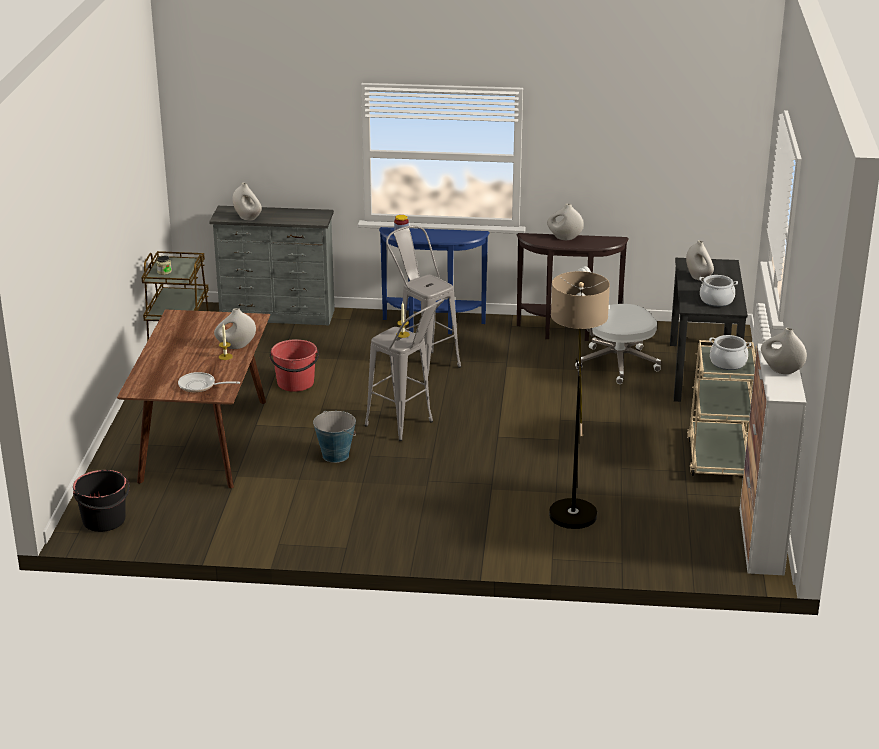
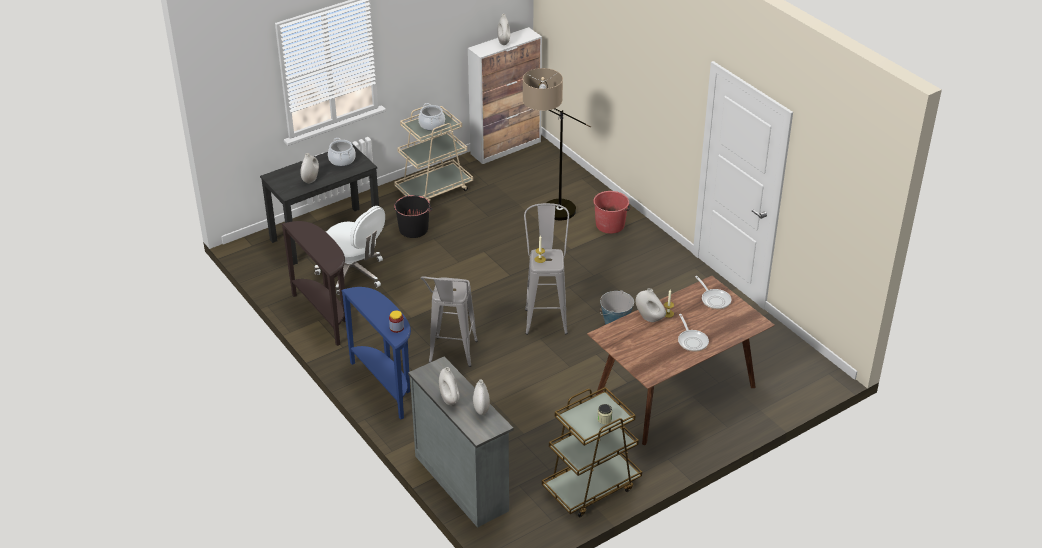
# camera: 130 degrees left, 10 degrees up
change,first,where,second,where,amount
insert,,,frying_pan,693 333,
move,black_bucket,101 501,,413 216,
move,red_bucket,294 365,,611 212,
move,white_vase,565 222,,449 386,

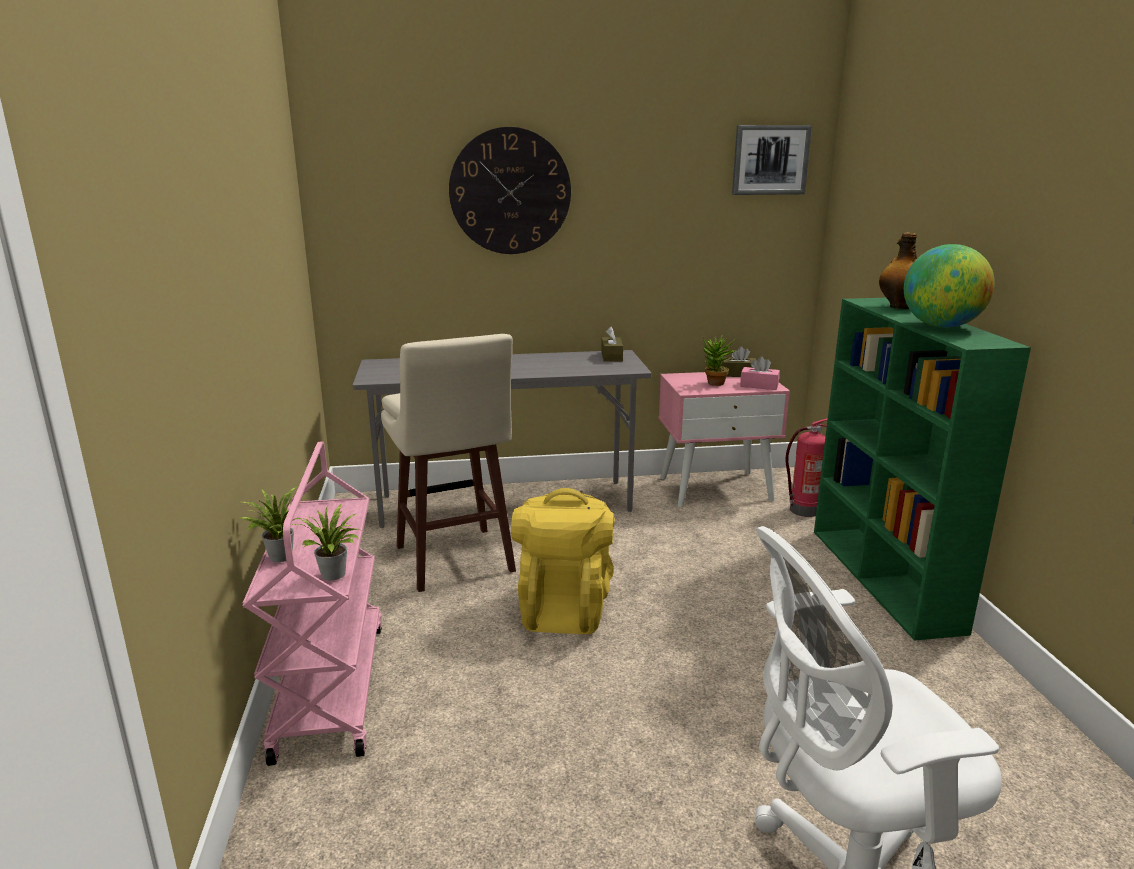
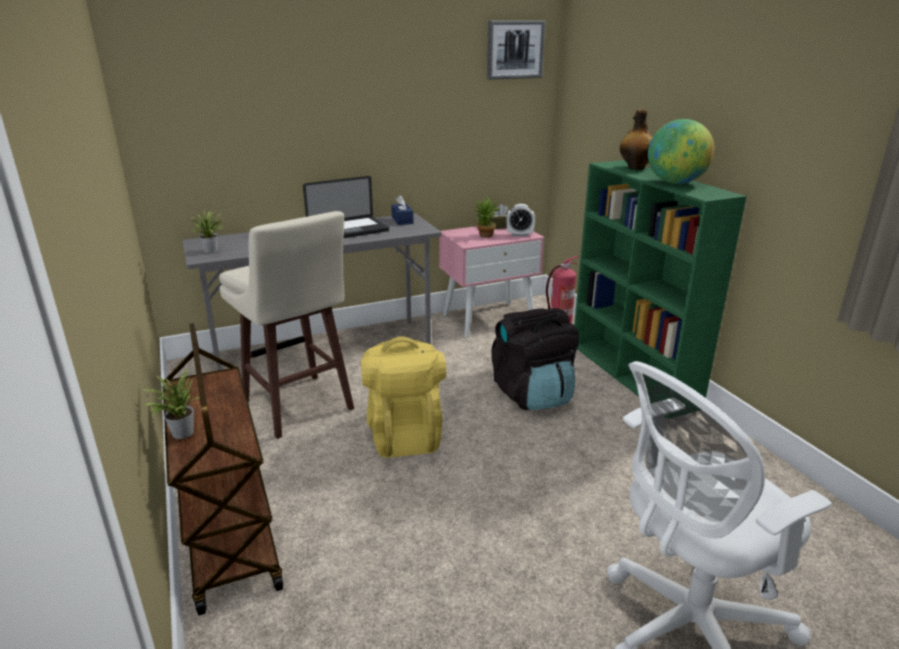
# camera: 15 degrees left, 5 degrees up
change,first,where,second,where,amount
delete,wall_clock,510 190,,,
insert,,,laptop,346 207,
insert,,,black_backpack,535 359,
move,potted_plant,325 542,,208 231,
replace,pink_tissue_box,760 373,alarm_clock,520 220,
recolor,pink_cart,312 603,brown_cart,223 469,
recolor,brown_tissue_box,612 344,blue_tissue_box,402 210,

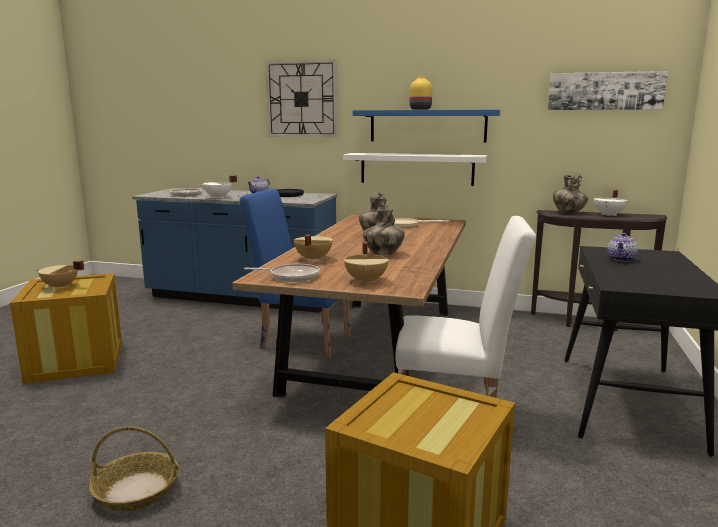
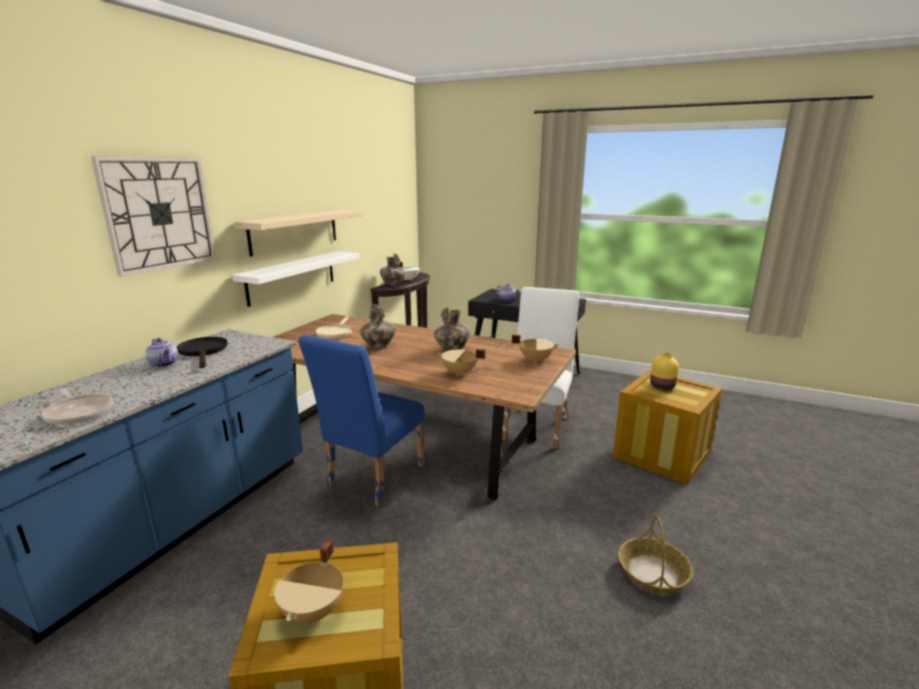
# camera: 80 degrees left, 5 degrees up
change,first,where,second,where,amount
delete,white_cooking_pot,218 186,,,
delete,frying_pan,282 273,,,
delete,picture,608 90,,,
move,yellow_vase,421 93,,664 371,
recolor,blue_shelf,427 126,beige_shelf,298 233,

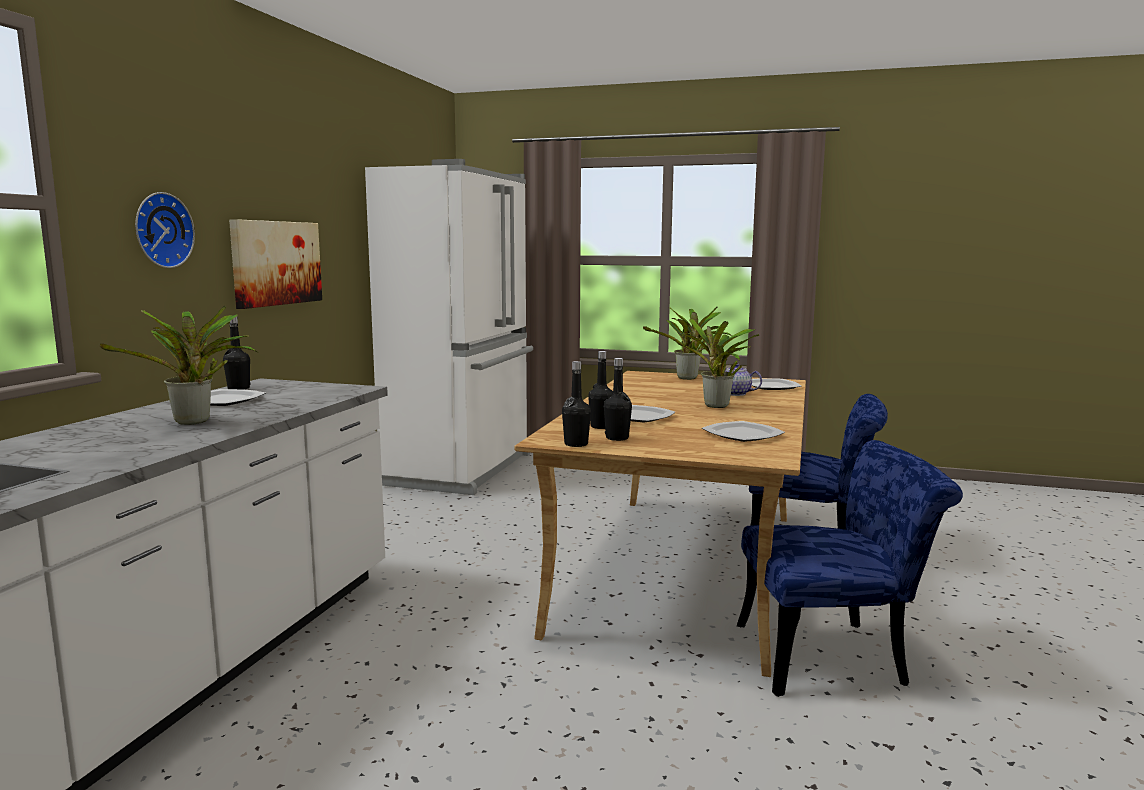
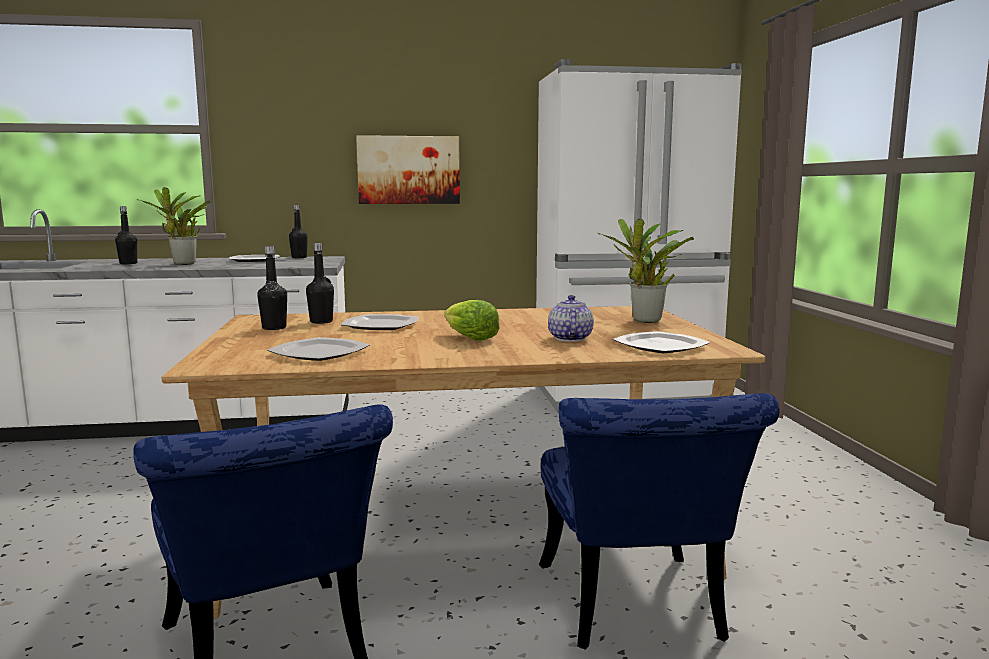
# camera: 65 degrees right, 0 degrees up
change,first,where,second,where,amount
delete,wall_clock,165 230,,,
move,black_bottle,576 404,,126 235,
replace,potted_plant,717 363,lettuce,472 320,

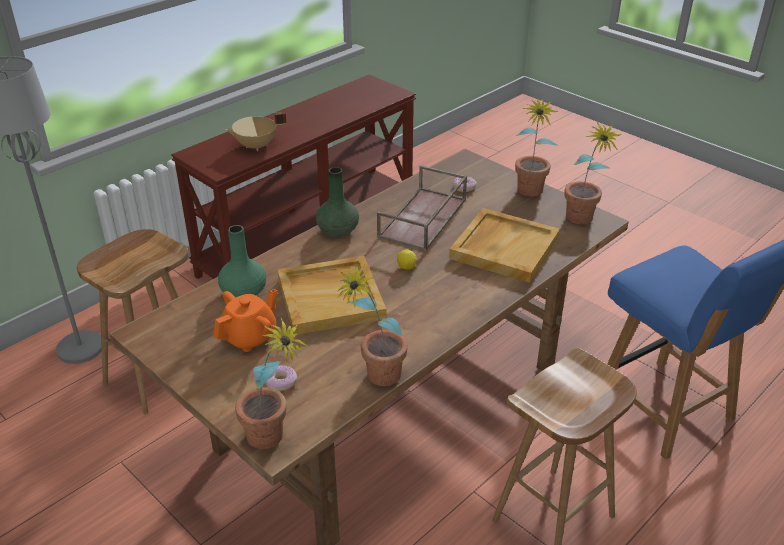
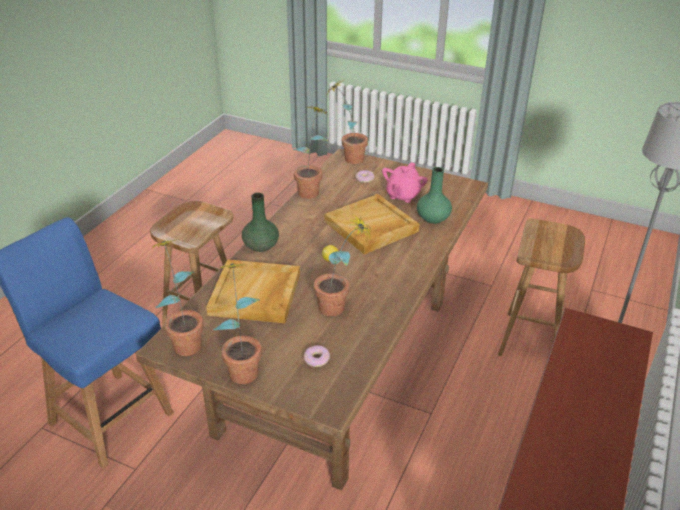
# camera: 160 degrees right, 0 degrees up
change,first,where,second,where,amount
delete,beige_cooking_pot,256 131,,,
move,green_vase,337 202,,260 222,
replace,brown_tray,422 208,potted_plant,342 265,
recolor,orange_teapot,245 320,pink_teapot,404 182,

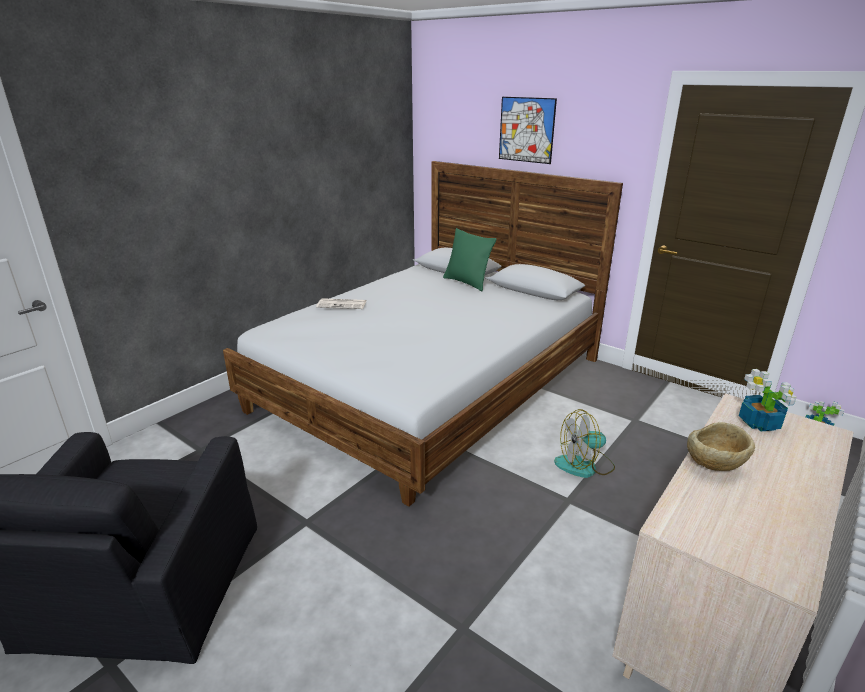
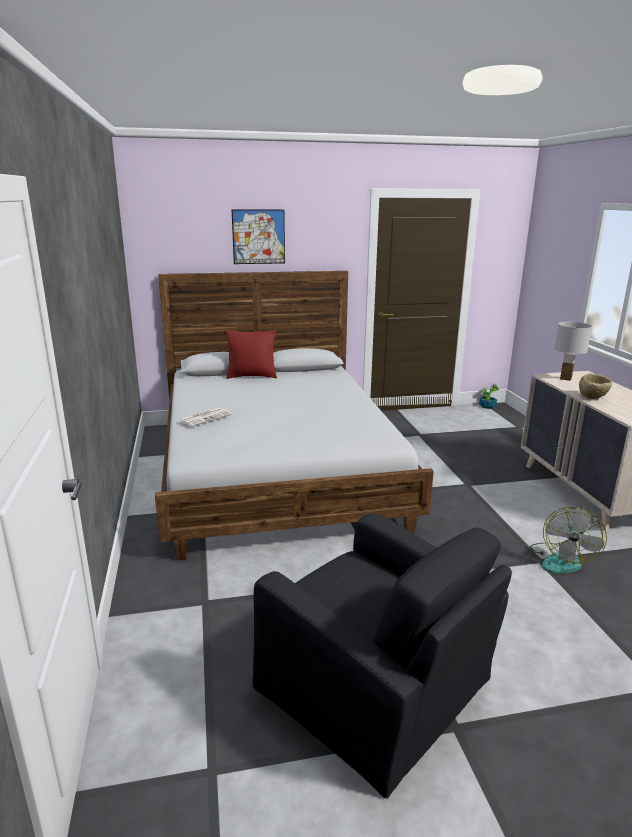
# camera: 50 degrees left, 5 degrees down
change,first,where,second,where,amount
move,fan,584 443,,568 540,
replace,potted_plant,768 400,white_table_lamp,573 351,
recolor,green_pillow,469 259,red_pillow,251 354,

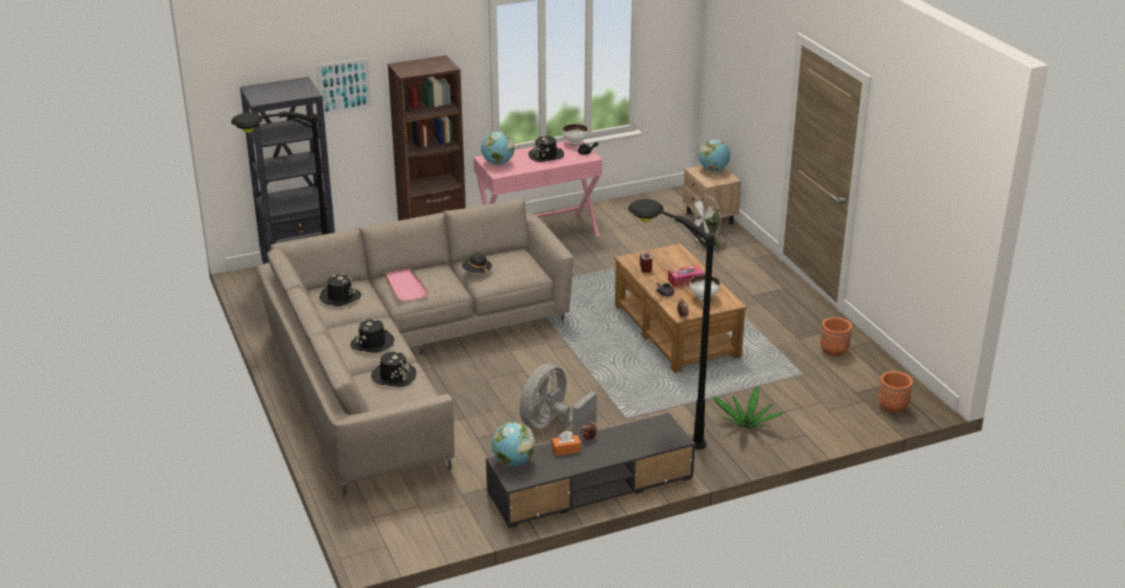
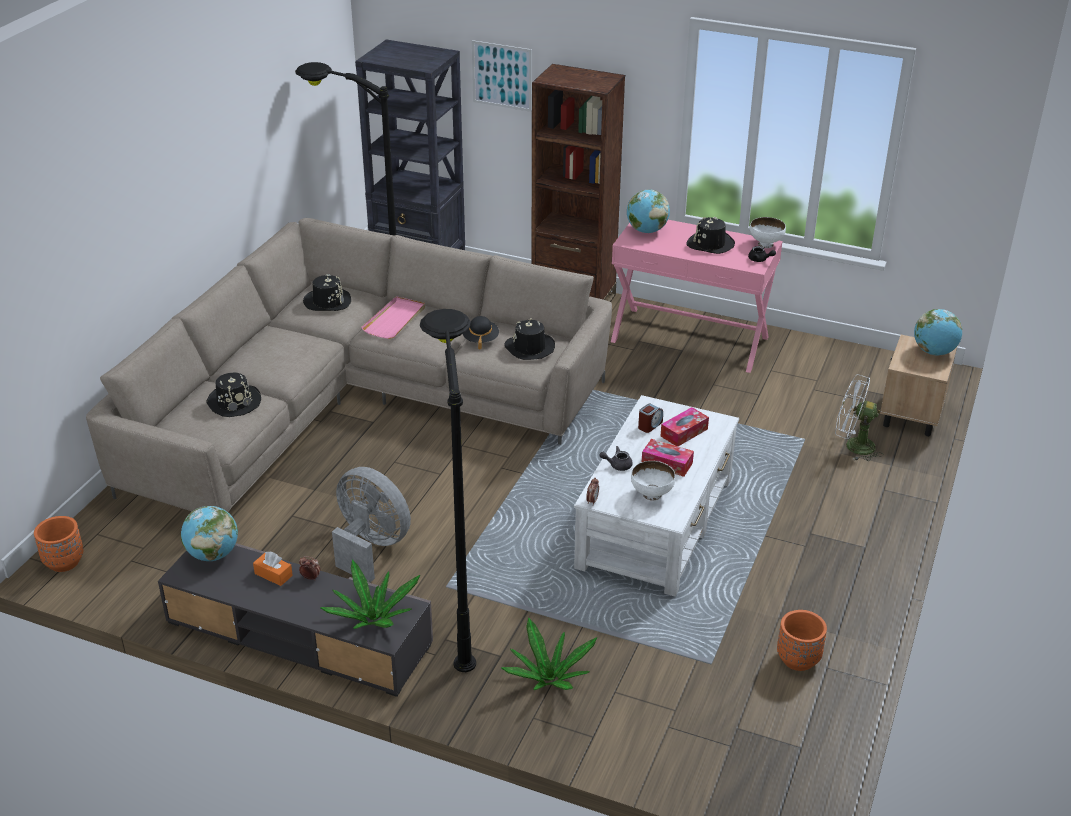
# camera: 45 degrees right, 5 degrees up
change,first,where,second,where,amount
insert,,,potted_plant,370 594,
insert,,,tissue_box,685 426,
move,black_hat,372 336,,529 339,
move,orange_planter,895 392,,59 544,
recolor,brown_coffee_table,681 308,white_coffee_table,656 496,
rotate,grey_fan,558 400,,371 525,45 degrees clockwise

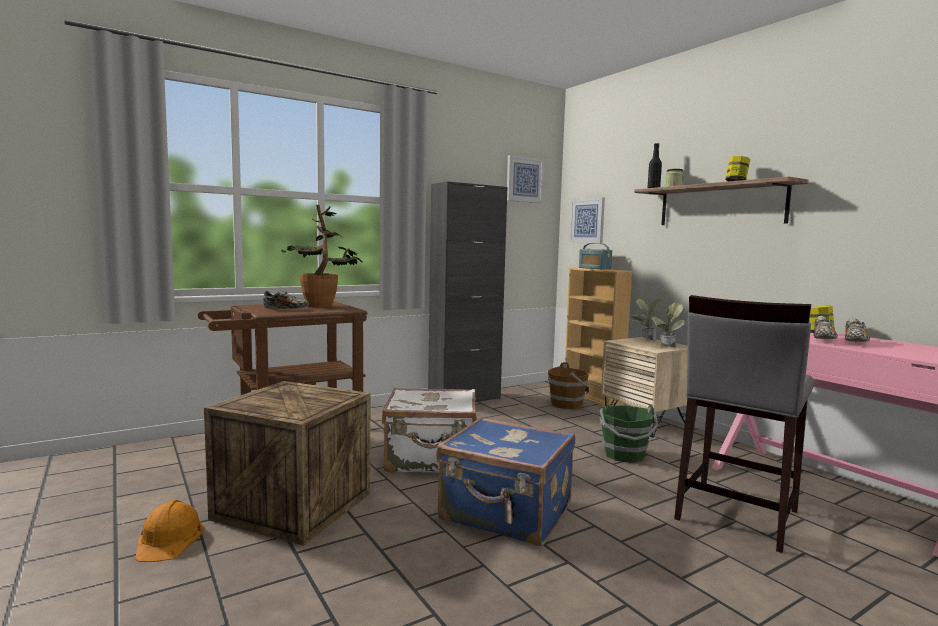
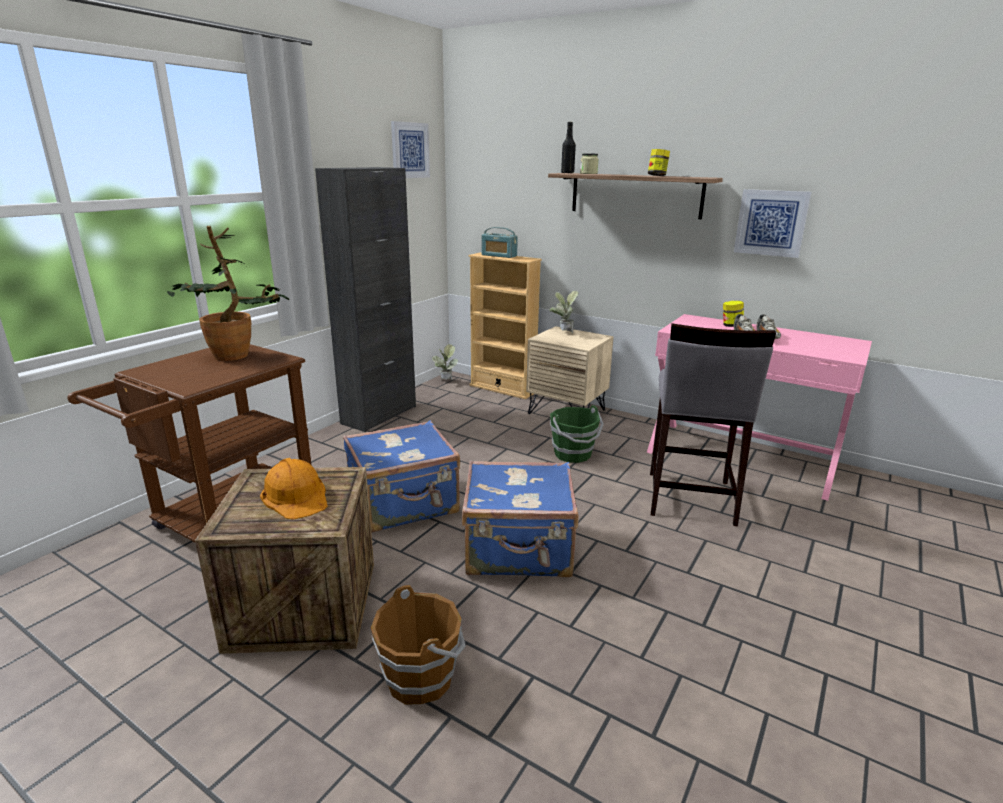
# camera: 25 degrees left, 15 degrees up
change,first,where,second,where,amount
delete,shoe,286 300,,,
move,orange_hard_hat,169 531,,294 489,
move,brown_bucket,568 385,,418 645,
move,picture,587 220,,772 223,
move,potted_plant,669 324,,445 362,
recolor,white_suitcase,429 430,blue_suitcase,401 476,

